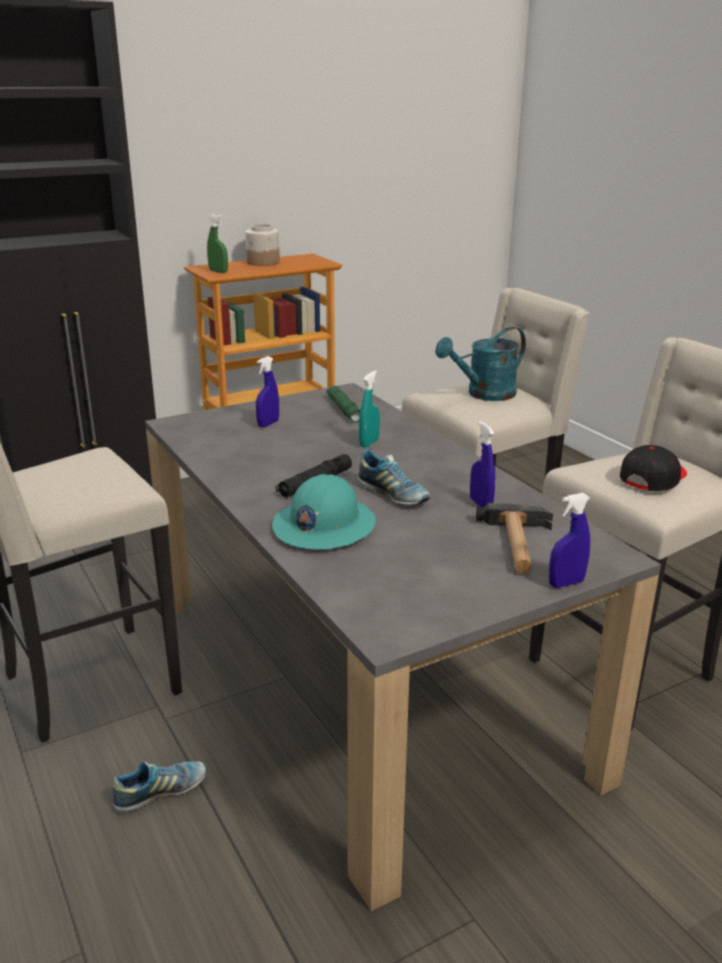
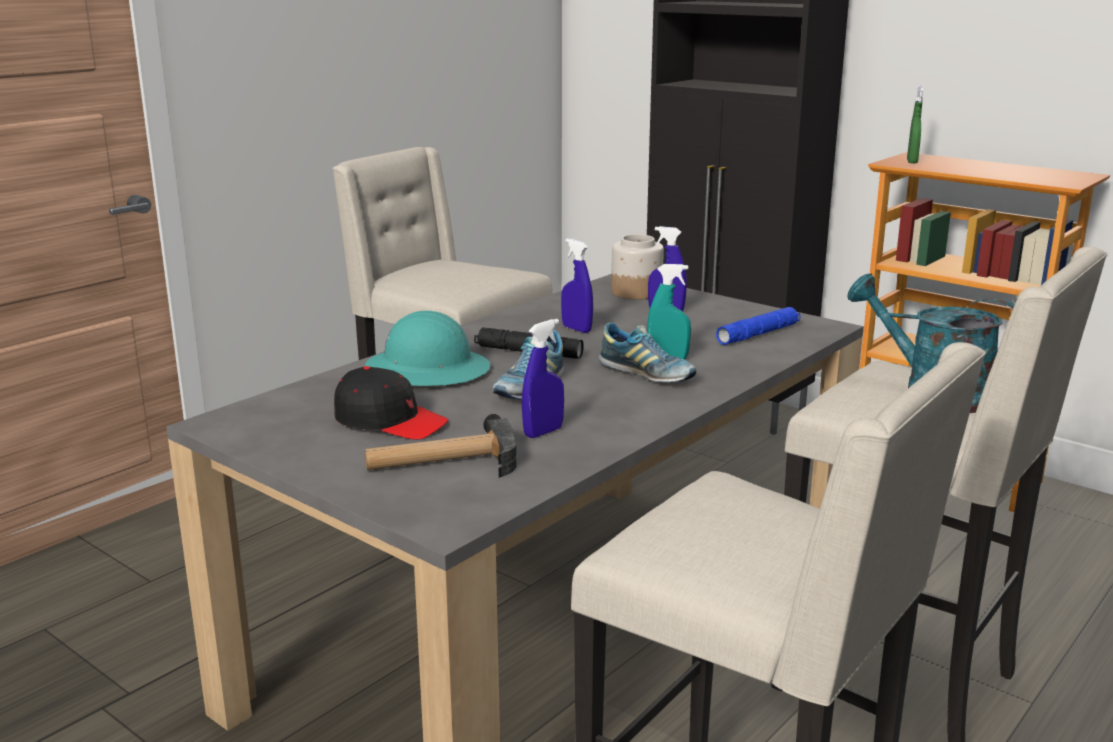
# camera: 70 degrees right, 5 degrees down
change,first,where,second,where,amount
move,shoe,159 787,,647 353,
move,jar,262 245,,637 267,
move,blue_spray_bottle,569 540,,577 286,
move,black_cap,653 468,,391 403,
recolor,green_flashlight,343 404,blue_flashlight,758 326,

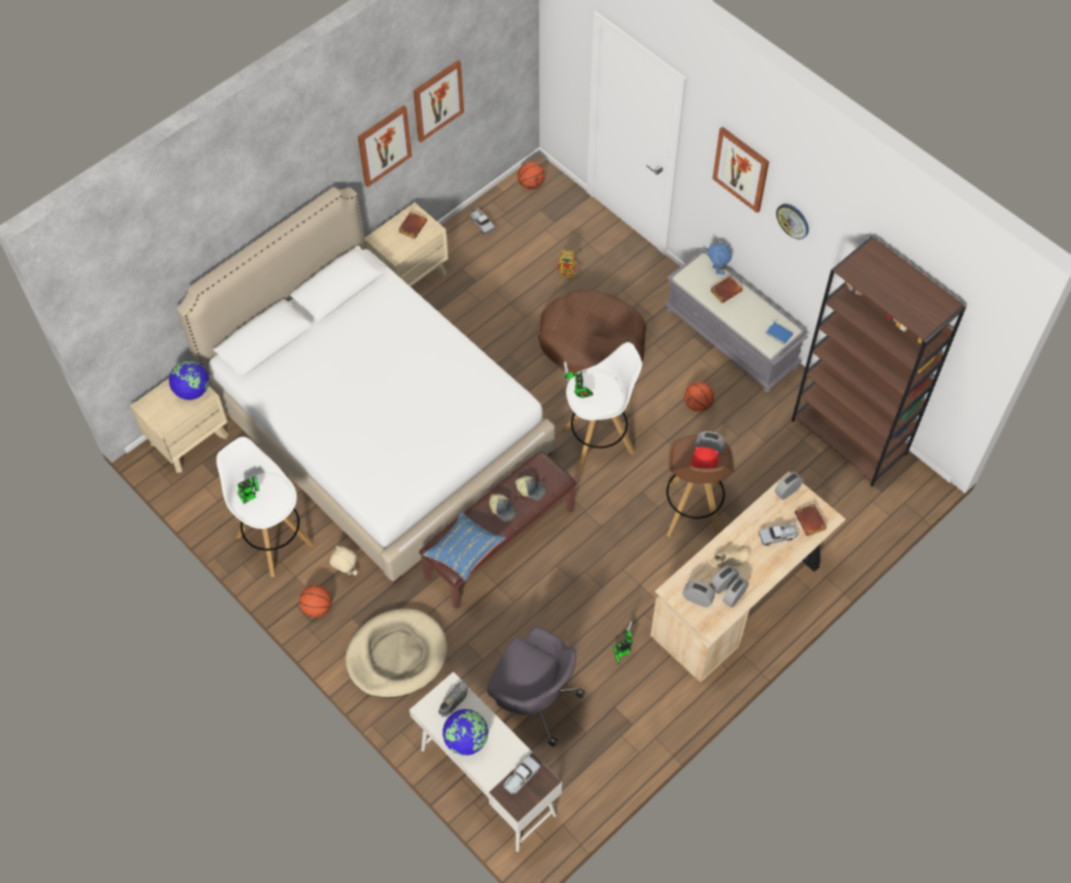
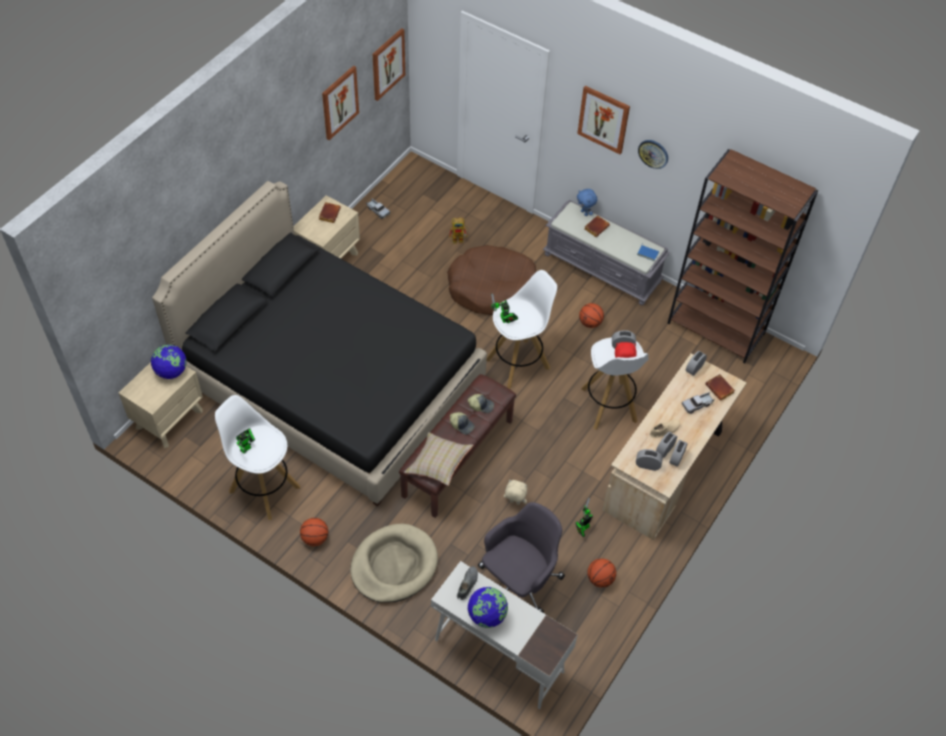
# camera: 15 degrees left, 5 degrees down
change,first,where,second,where,amount
delete,toy_truck,522 775,,,
move,beige_plush_toy,344 561,,516 492,
move,picture,385 146,,389 64,
move,basketball,531 176,,601 573,
recolor,white_bed,365 385,black_bed,319 343,
recolor,blue_pillow,464 546,beige_pillow,438 459,
recolor,brown_stool,699 486,white_stool,615 383,
rotate,grey_office_chair,536 686,,521 557,60 degrees counterclockwise

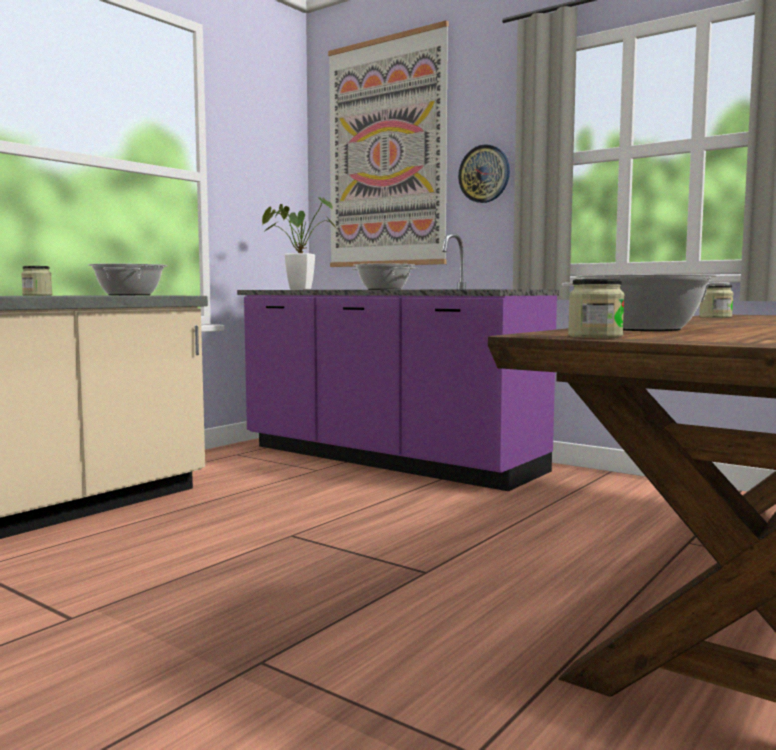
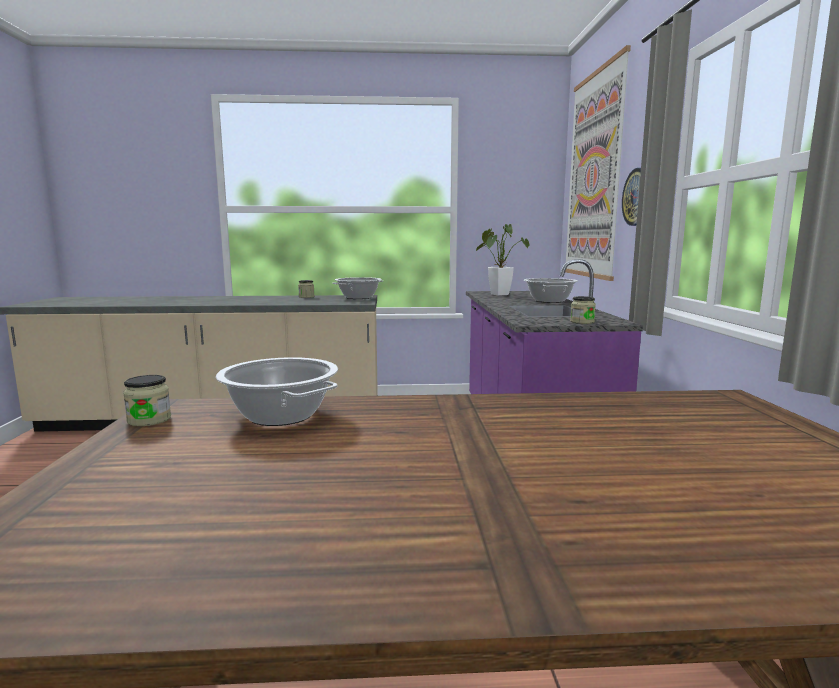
# camera: 50 degrees right, 5 degrees up
change,first,where,second,where,amount
move,jar,716 301,,583 310,

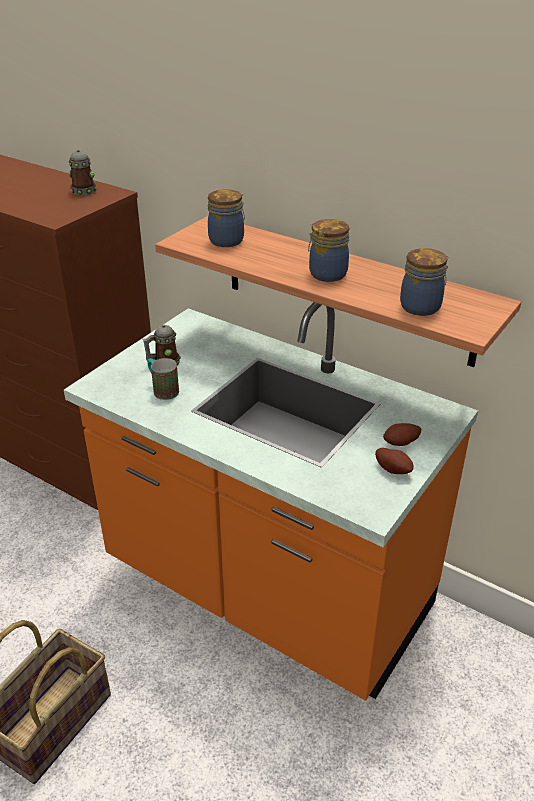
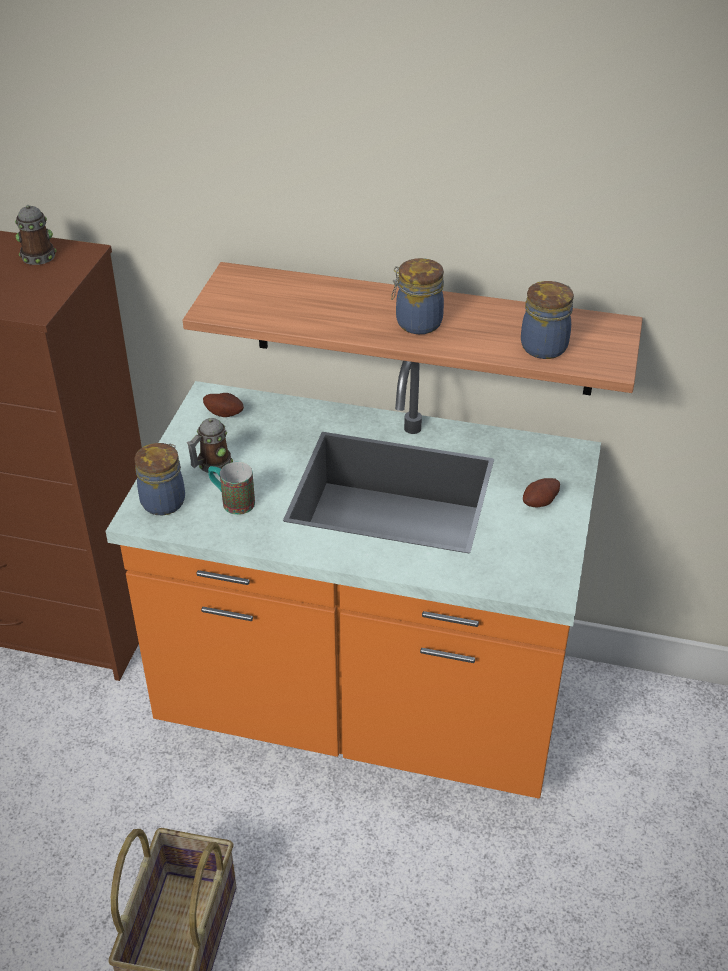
# camera: 20 degrees left, 5 degrees up
change,first,where,second,where,amount
move,jar,226 218,,159 479,
move,potato,394 461,,223 405,

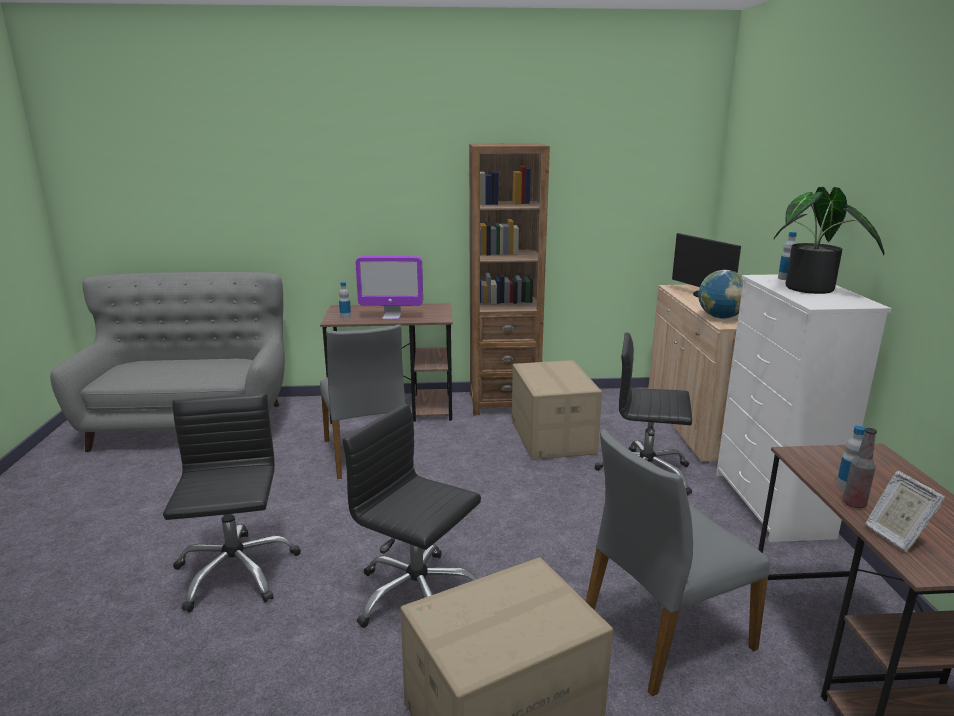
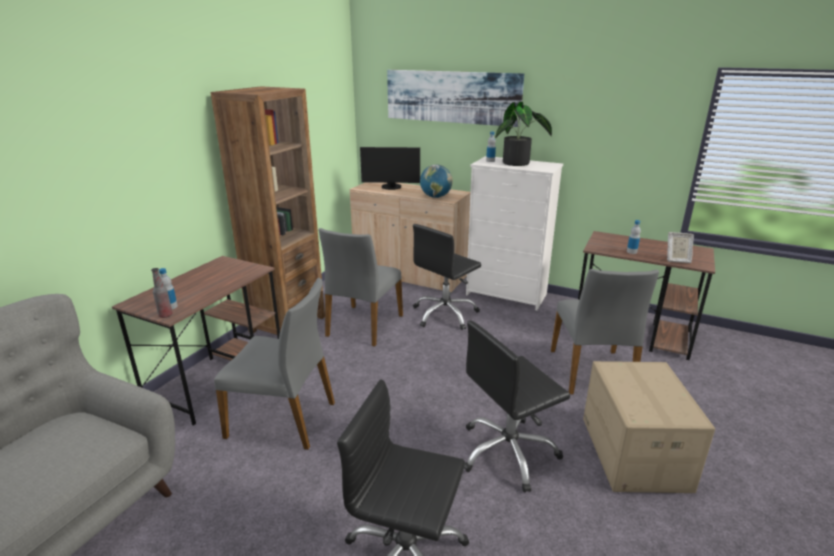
# camera: 60 degrees left, 5 degrees up
change,first,where,second,where,amount
delete,monitor,389 288,,,
insert,,,picture,455 98,
move,bottle,860 468,,162 293,
replace,cardboard_box,557 410,grey_chair,361 287,

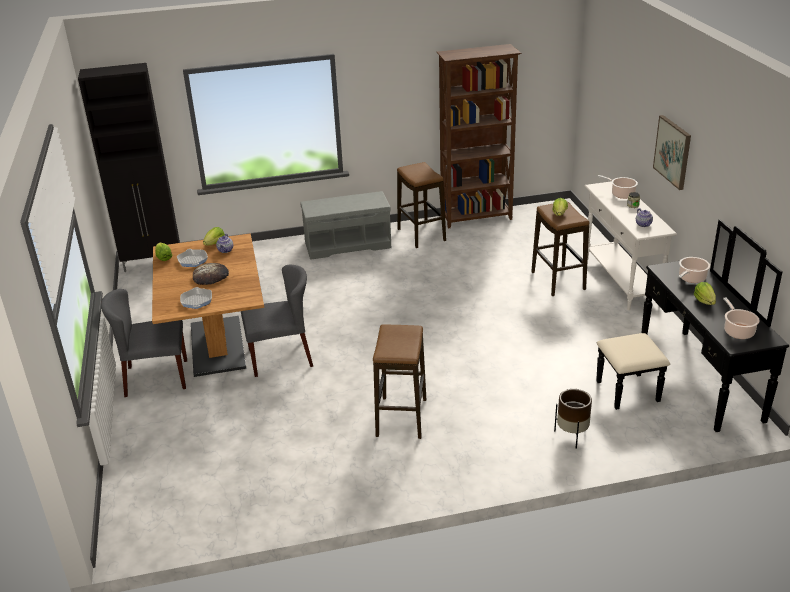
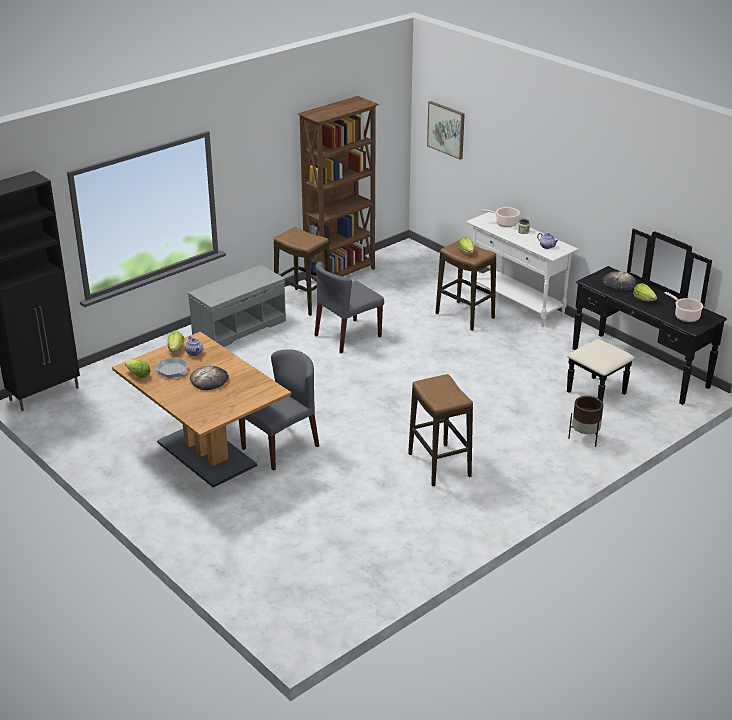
# camera: 30 degrees left, 0 degrees up
change,first,where,second,where,amount
delete,frying_pan,196 298,,,
move,grey_chair,144 343,,349 307,
move,picture,672 152,,446 130,
replace,cooking_pot,694 270,bread,619 281,

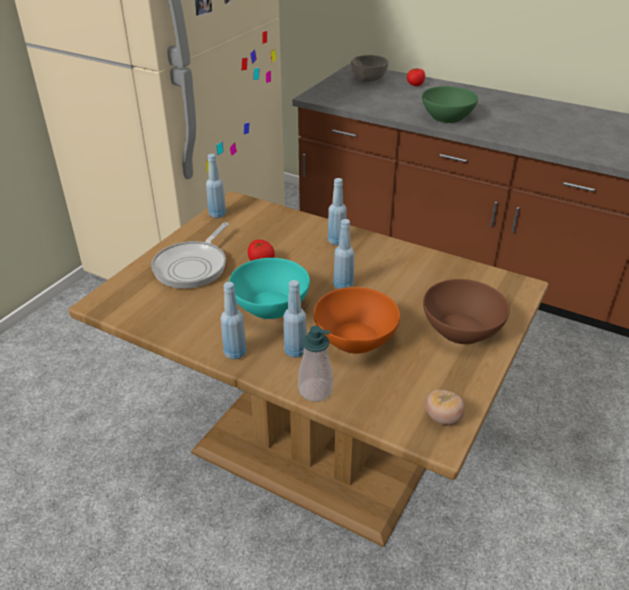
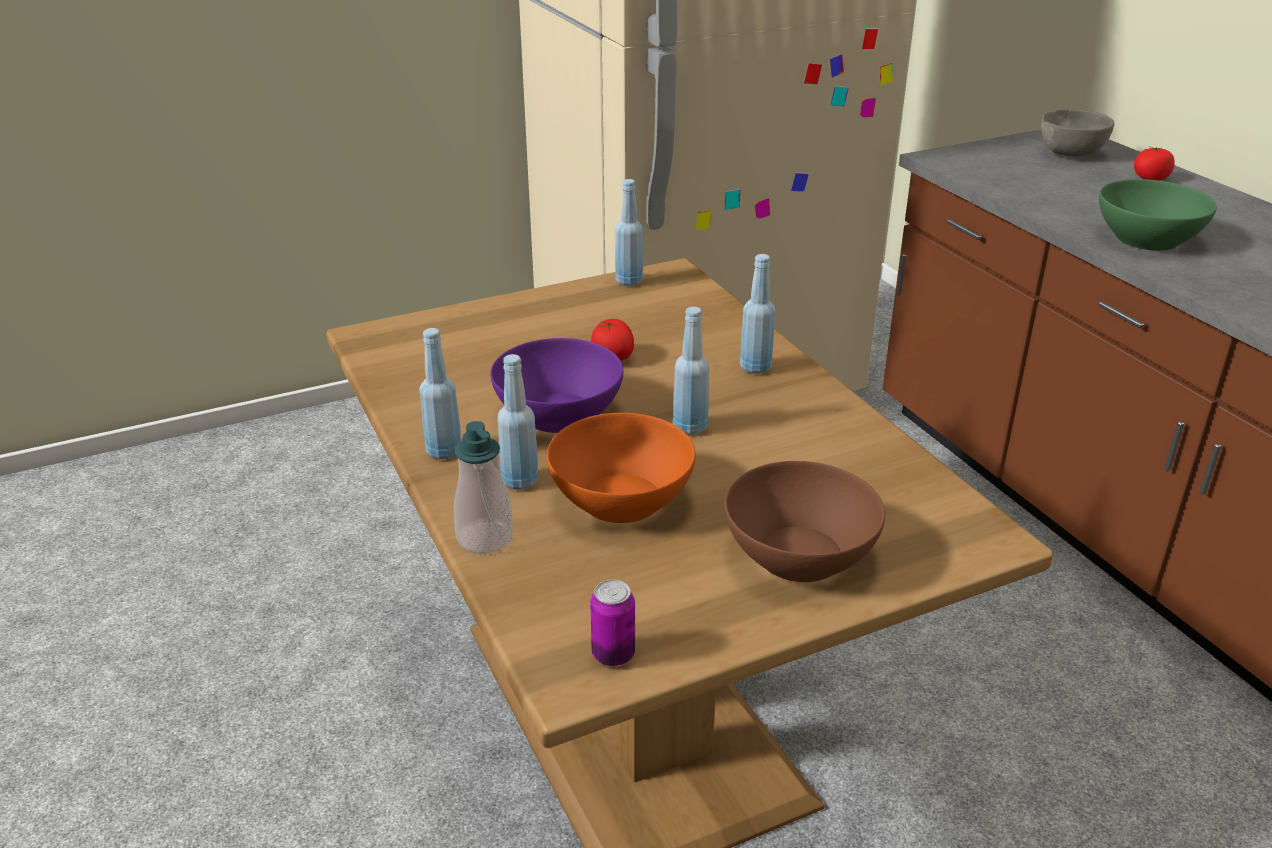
# camera: 35 degrees right, 5 degrees down
change,first,where,second,where,amount
delete,frying_pan,190 255,,,
replace,tomato,445 407,can,612 623,
recolor,turquoise_bowl,269 288,purple_bowl,556 385,

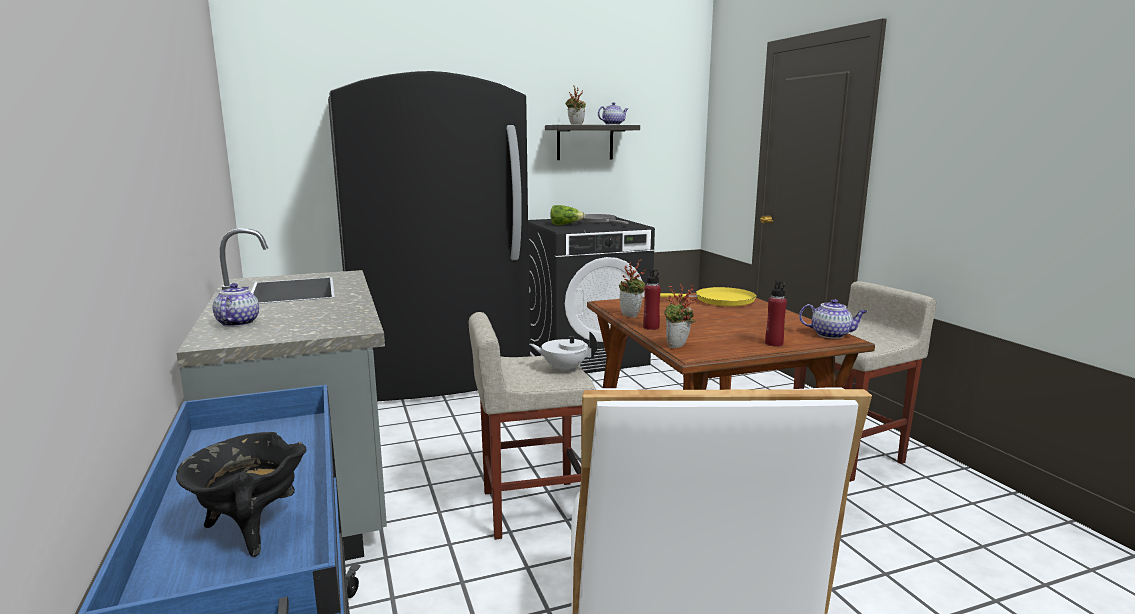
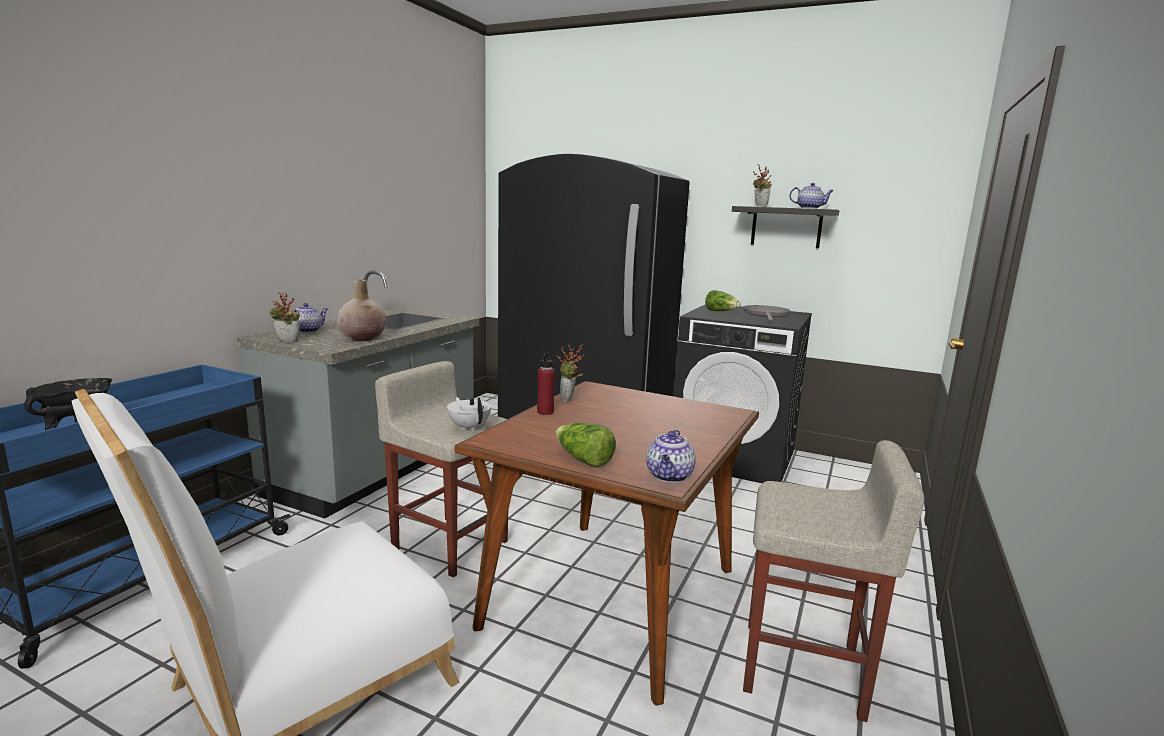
# camera: 45 degrees right, 0 degrees up
change,first,where,second,where,amount
delete,yellow_frying_pan,708 296,,,
insert,,,beige_vase,361 310,
move,potted_plant,680 316,,284 317,
replace,red_bottle,776 313,lettuce,585 445,
rotate,teapot,833 319,,671 456,45 degrees clockwise

